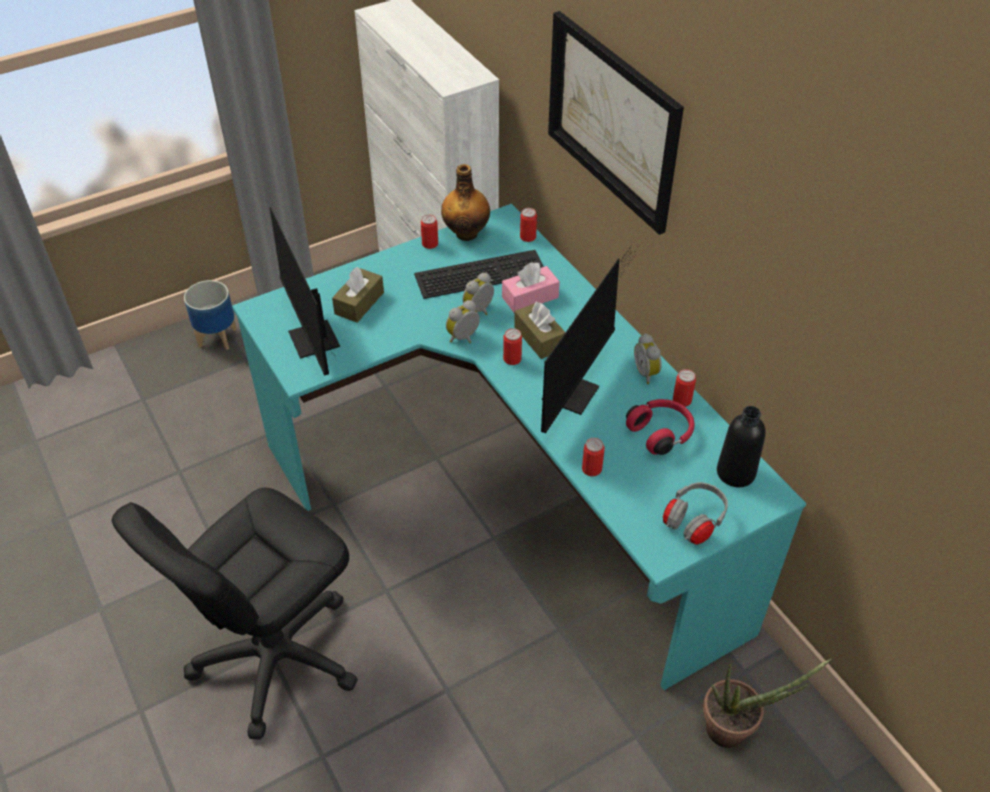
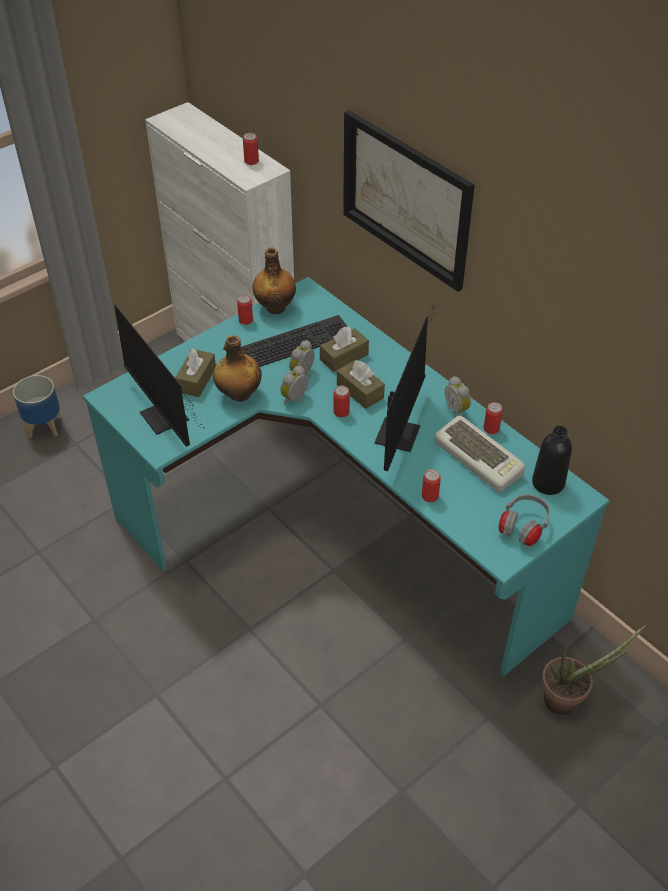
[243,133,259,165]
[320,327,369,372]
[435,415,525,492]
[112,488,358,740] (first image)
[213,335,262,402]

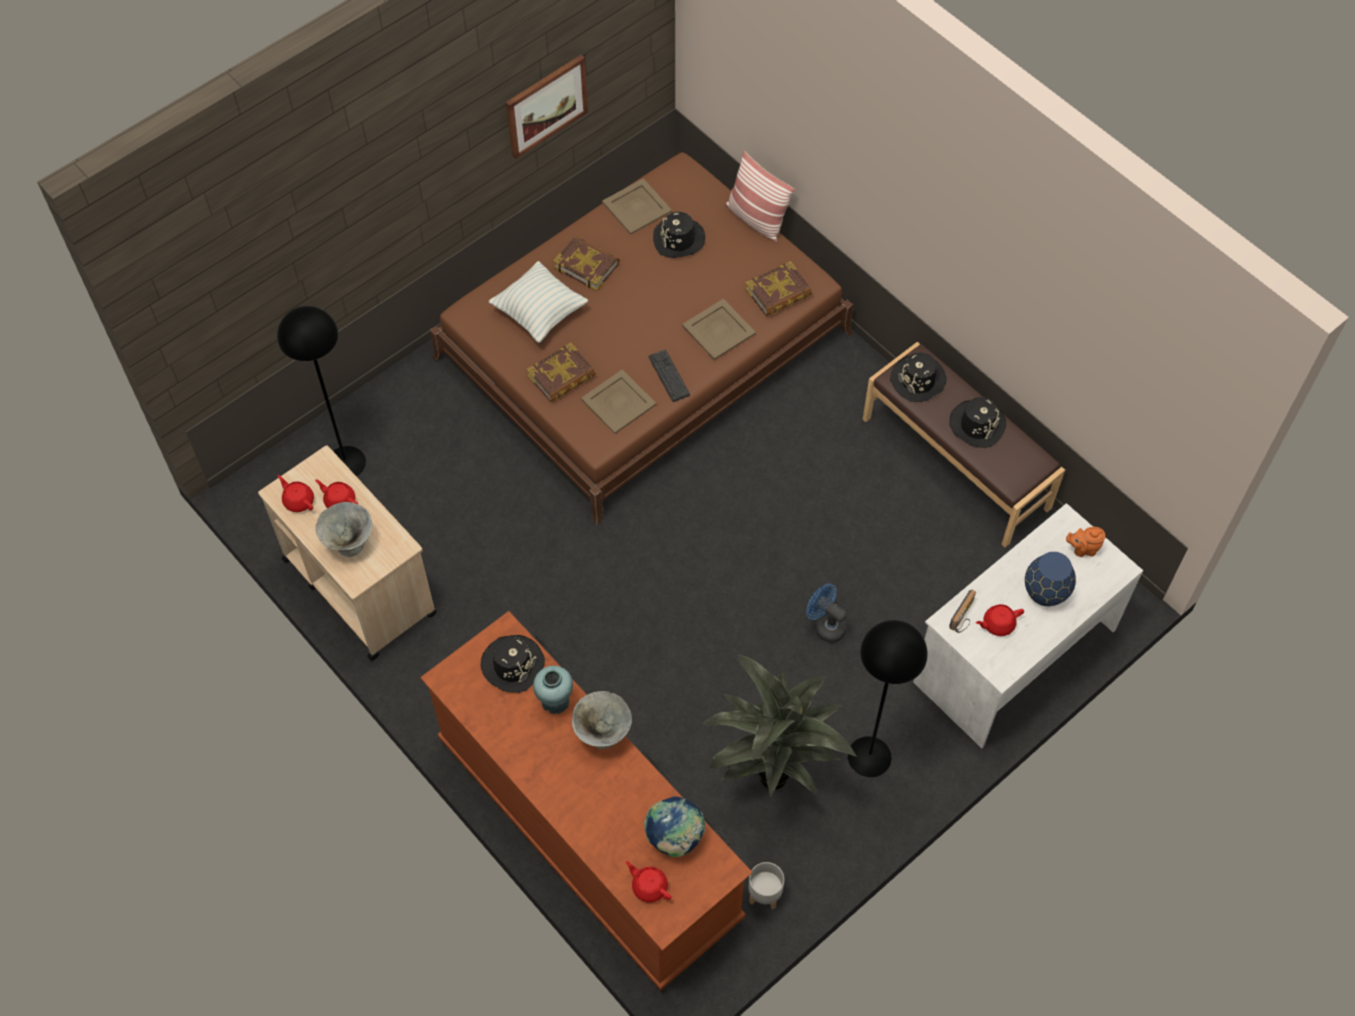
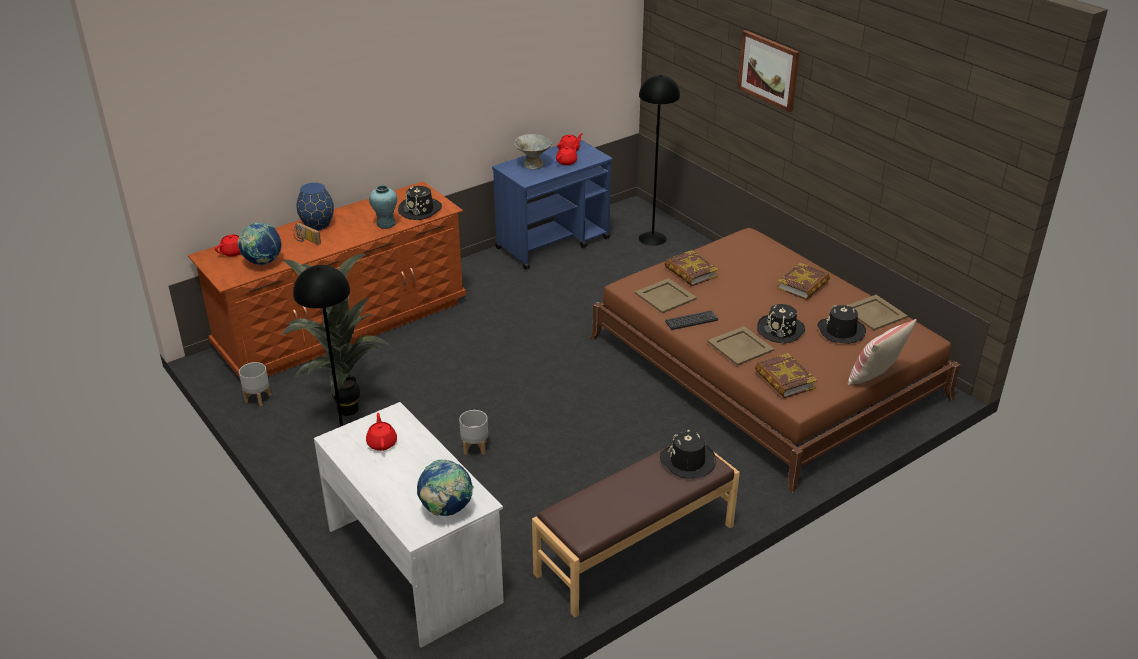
[737,30,800,112]
[489,261,588,343] (first image)
[757,304,805,343]
[492,140,613,270]
[417,460,474,516]
[296,183,334,230]
[459,410,488,455]
[293,222,321,245]
[572,691,632,749] (first image)

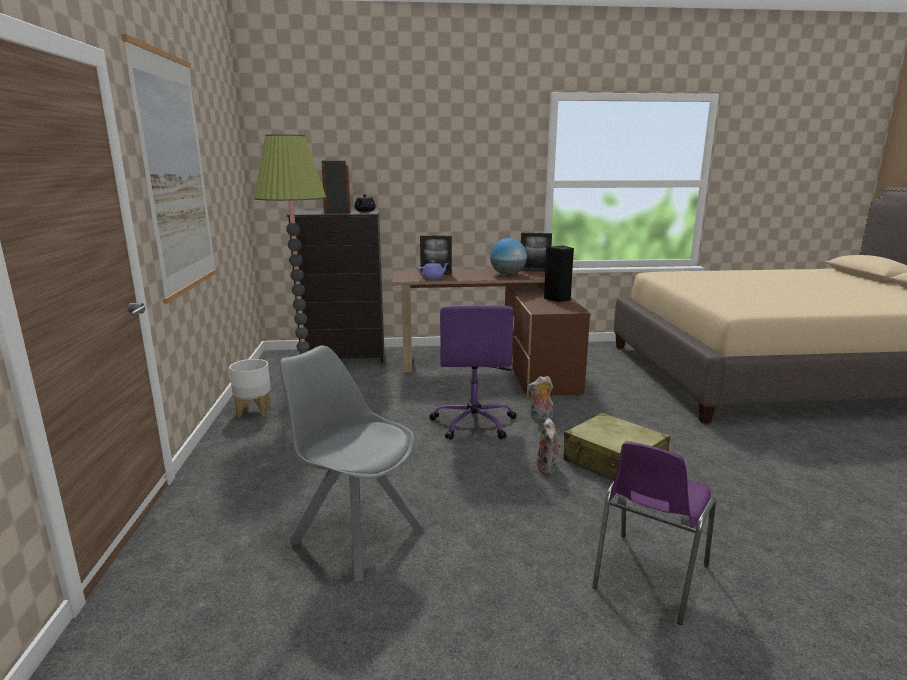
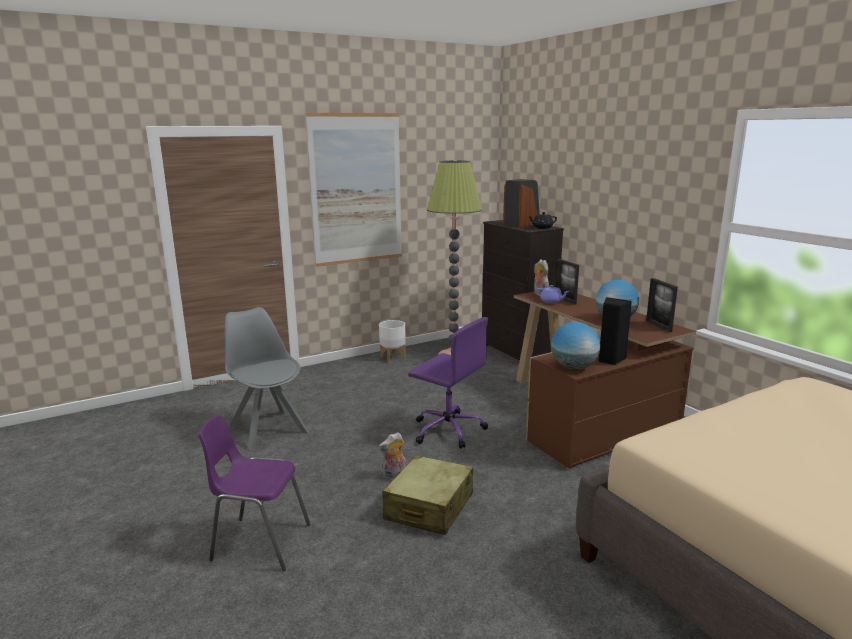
[408,317,488,449]
[225,307,309,450]
[534,259,549,295]
[551,322,600,370]

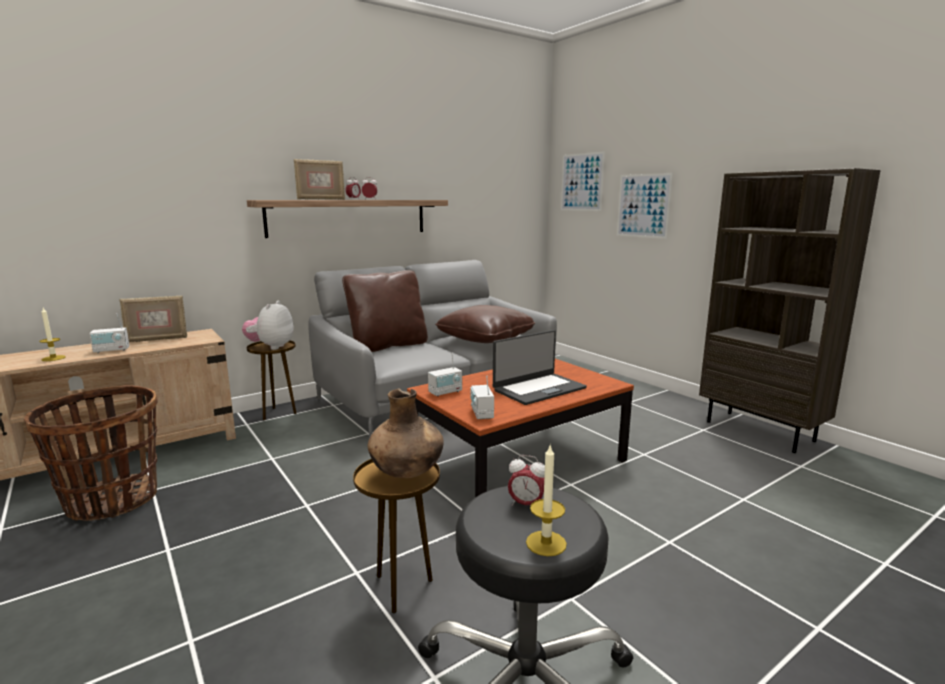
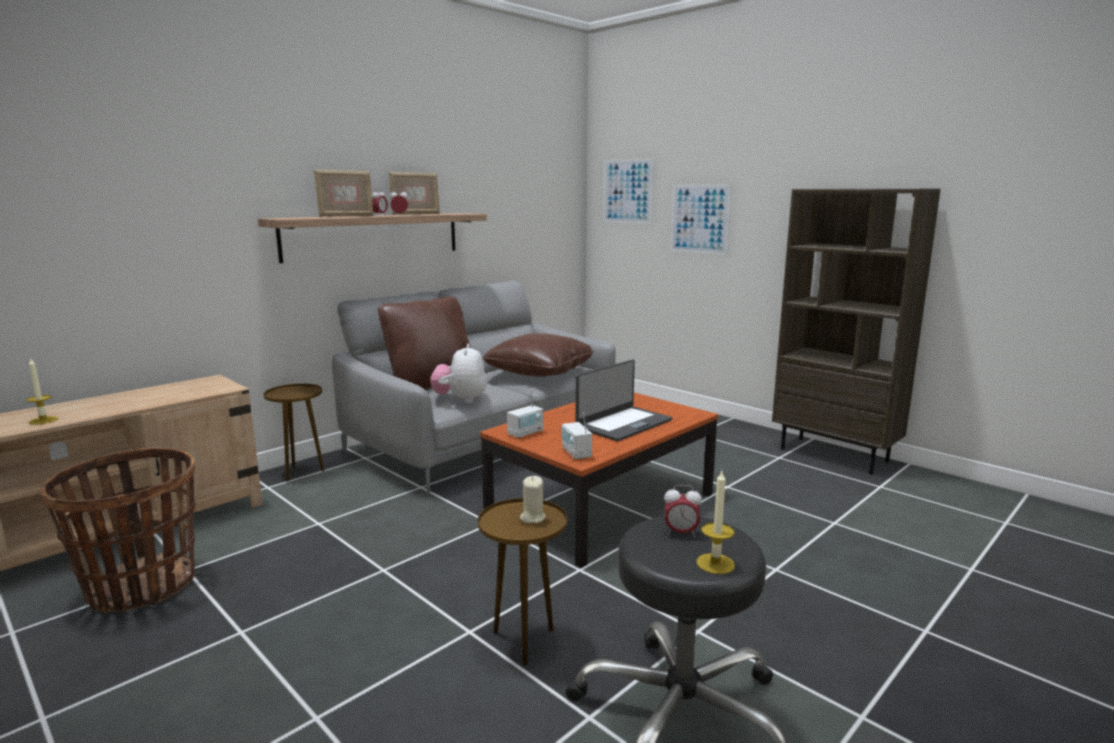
[389,172,440,214]
[430,344,487,403]
[89,313,130,353] (first image)
[520,476,546,523]

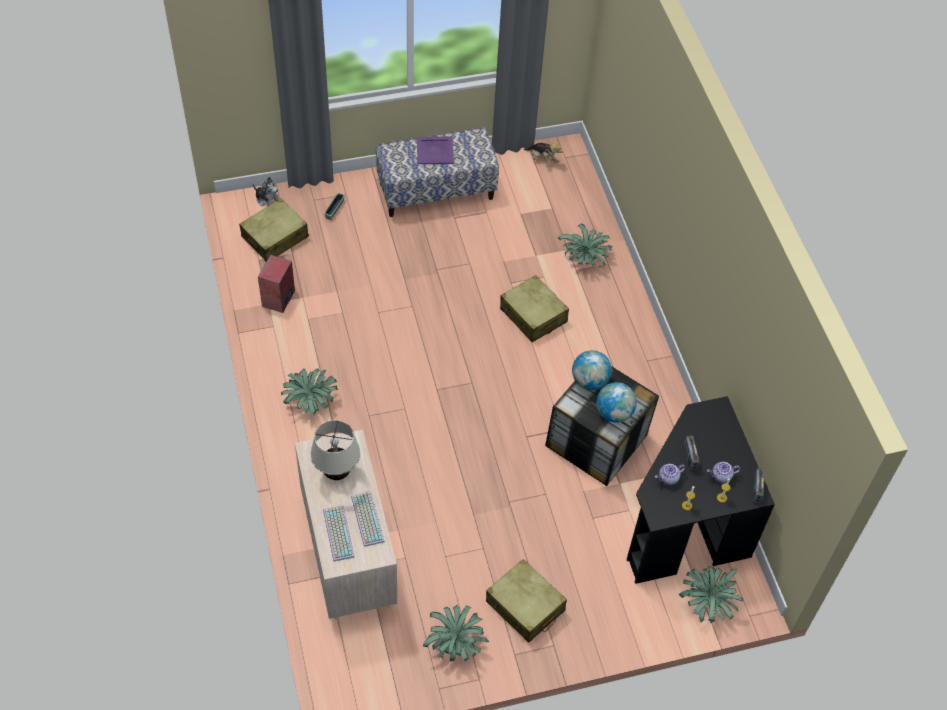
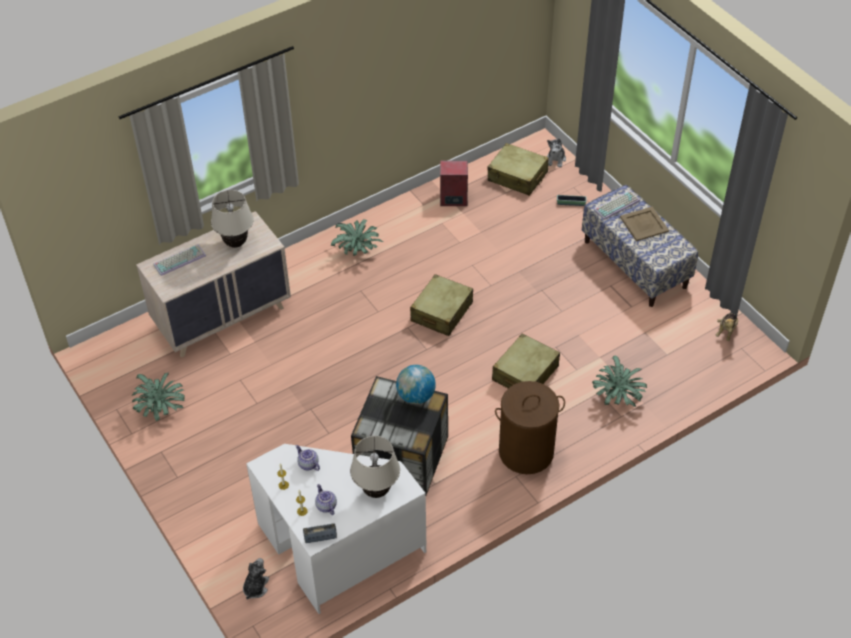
[620,207,669,241]
[596,382,637,423] (first image)
[246,444,426,614]
[684,436,699,471] (first image)
[594,191,640,220]
[410,274,473,336]
[243,558,269,600]
[495,381,565,474]
[350,436,400,498]

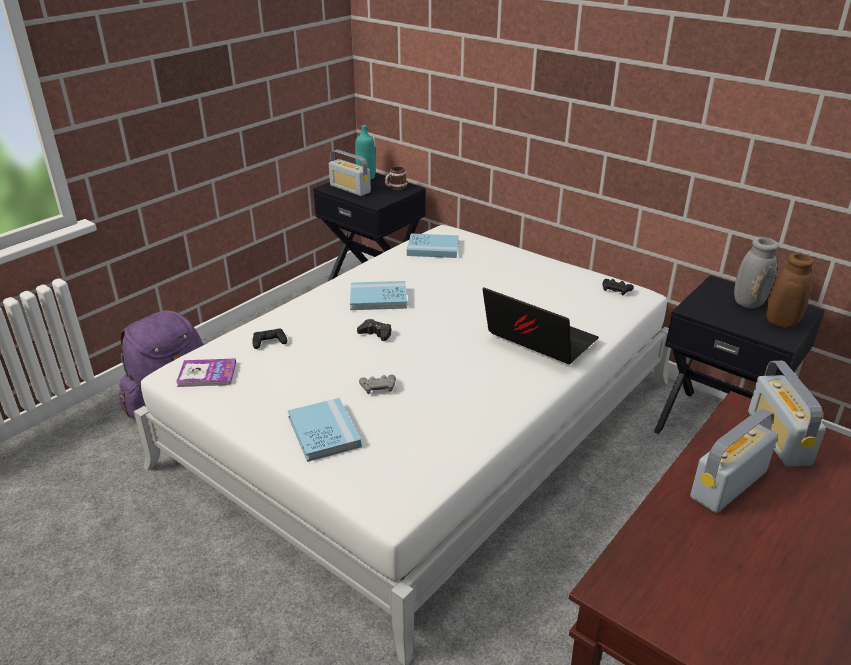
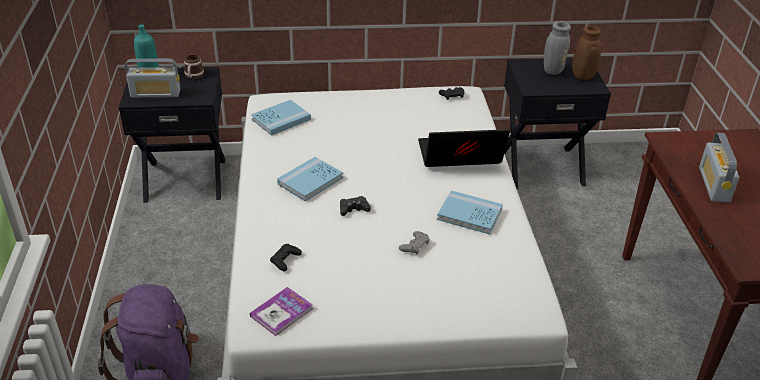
[748,361,826,467] (first image)
[437,190,503,235]

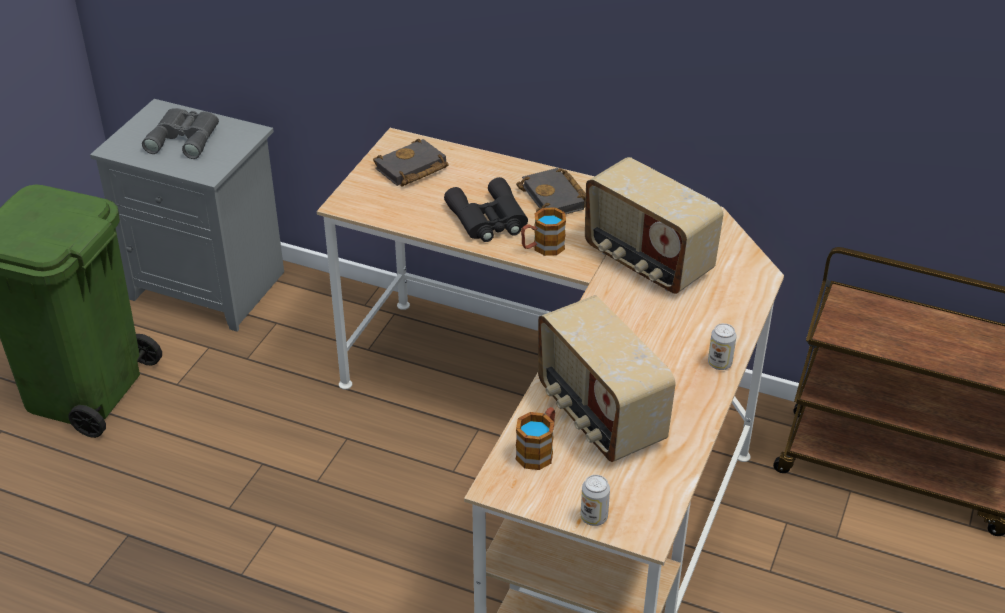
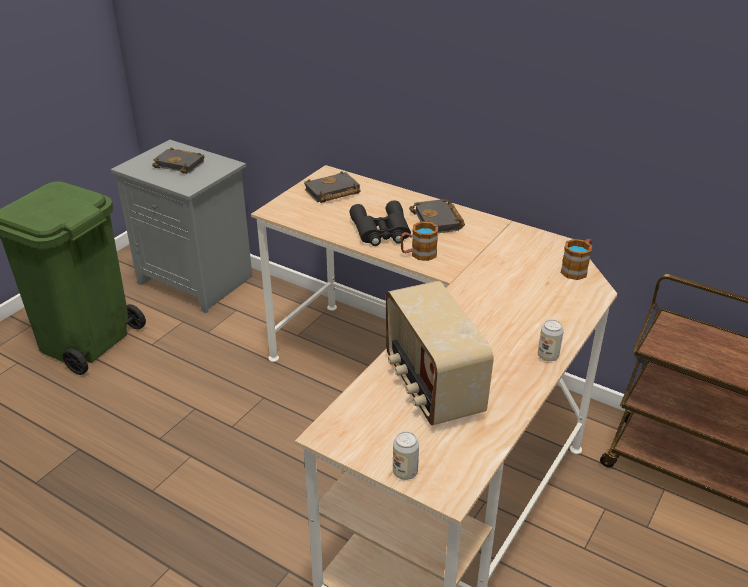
[152,148,205,174]
[585,157,724,294] (first image)
[560,239,592,280]

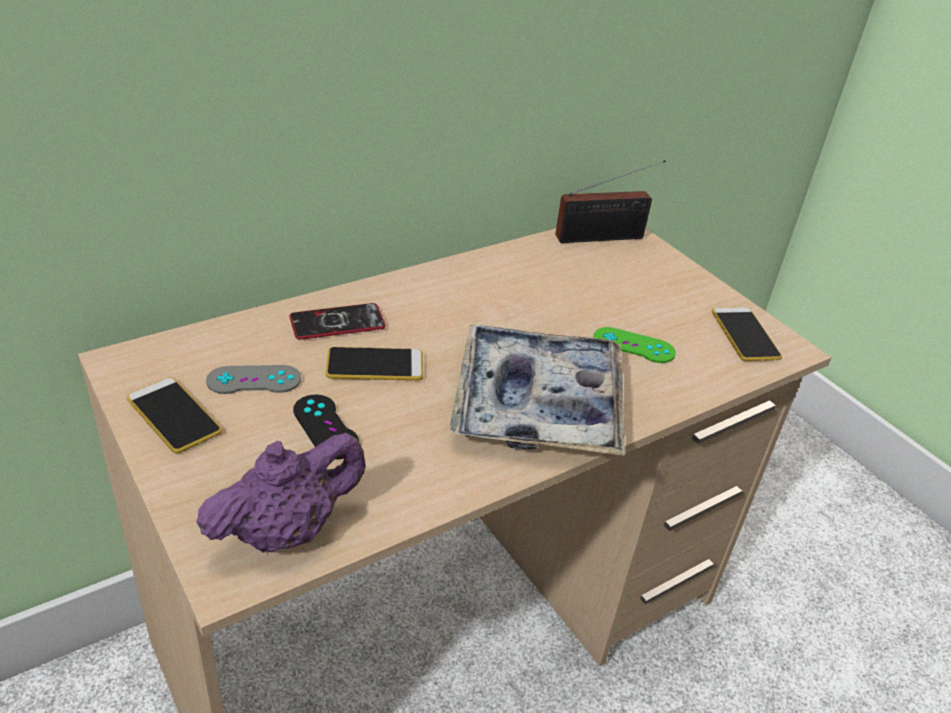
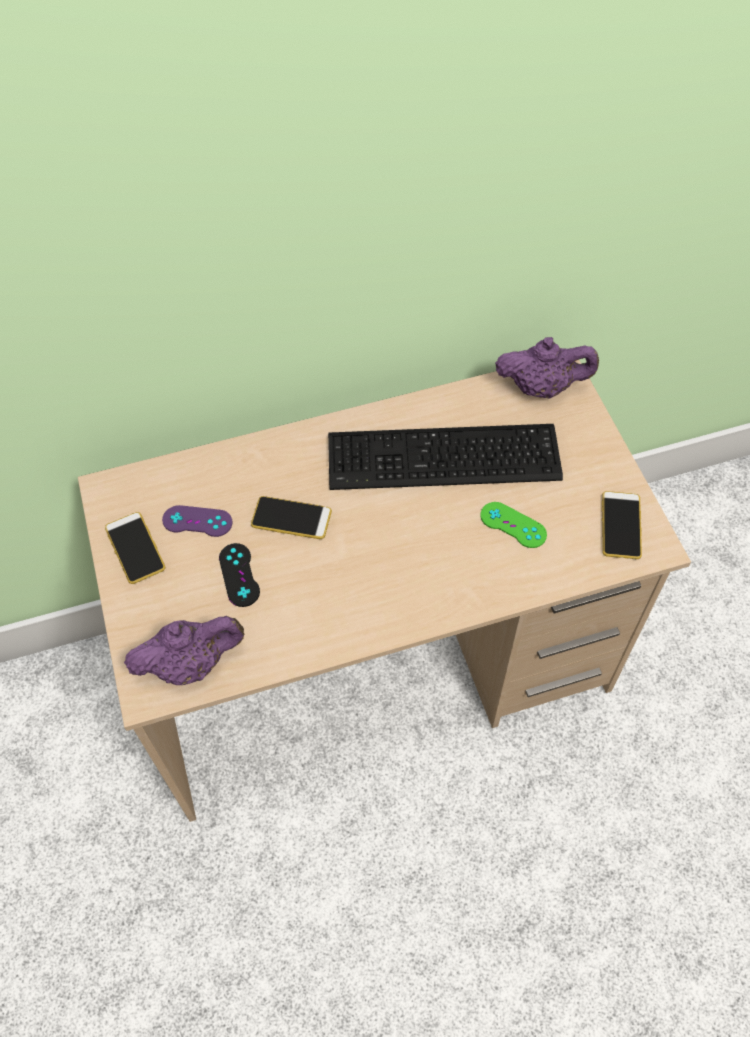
[495,337,599,399]
[289,303,386,340] (first image)
[450,325,625,455] (first image)
[162,505,233,537]
[328,424,563,490]

